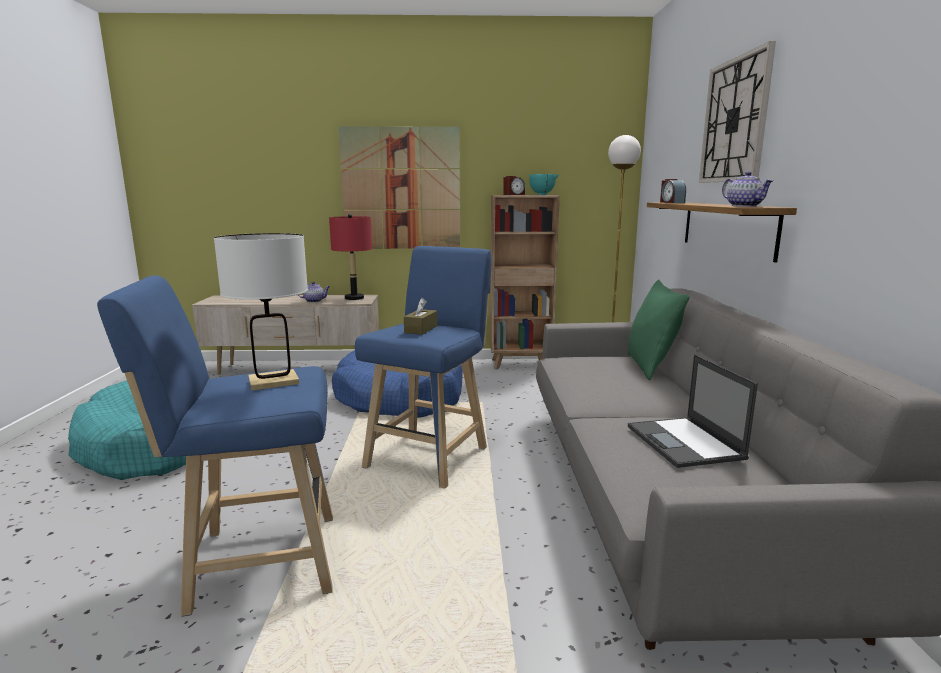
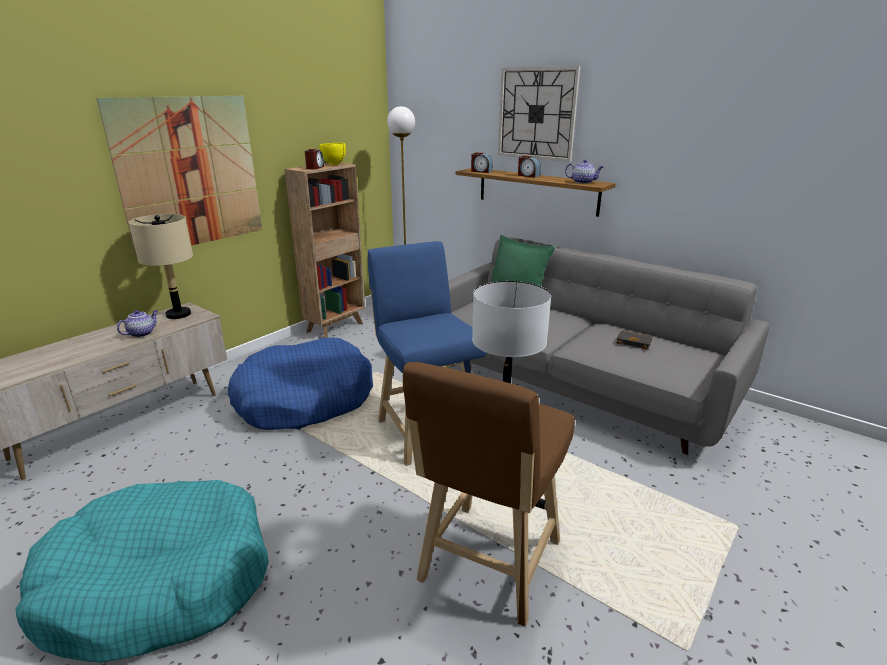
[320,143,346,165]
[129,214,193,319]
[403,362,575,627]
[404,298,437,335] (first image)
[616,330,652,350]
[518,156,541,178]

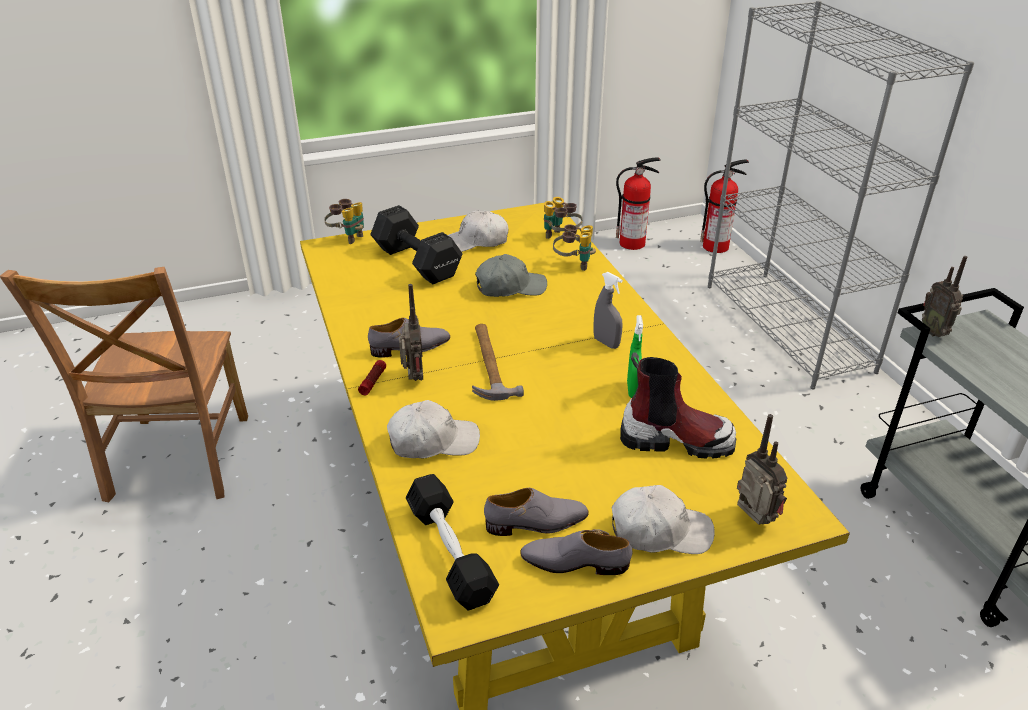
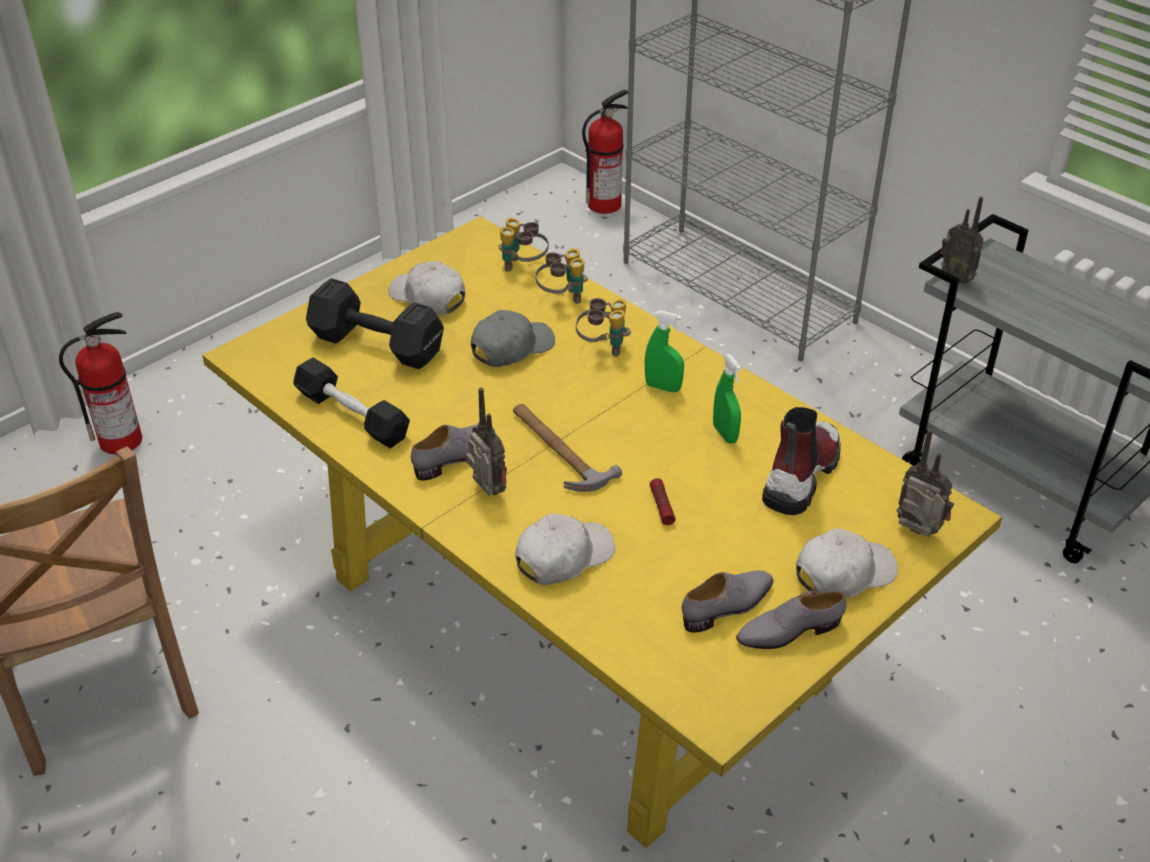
[59,312,142,454]
[576,298,631,357]
[388,261,465,315]
[645,310,684,392]
[762,407,841,515]
[650,478,676,525]
[294,358,410,448]

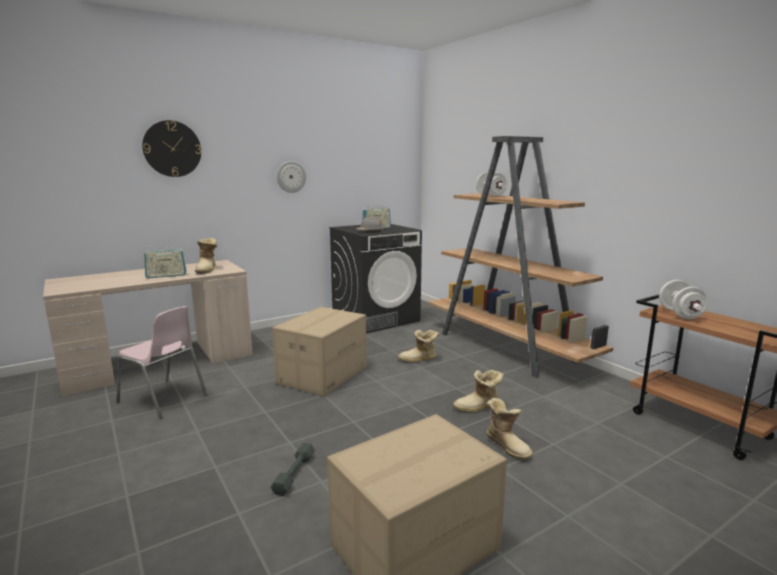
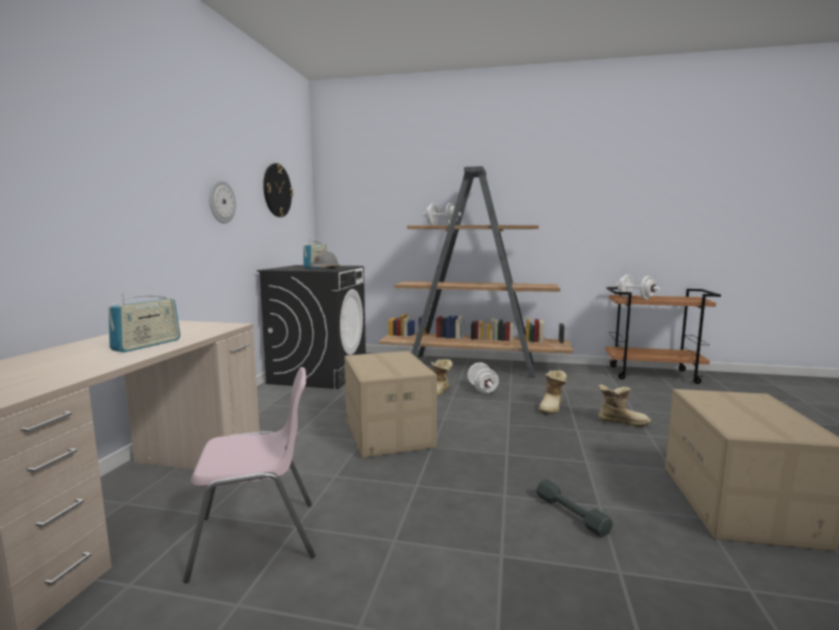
[263,163,293,217]
[195,238,218,274] (first image)
[467,363,499,393]

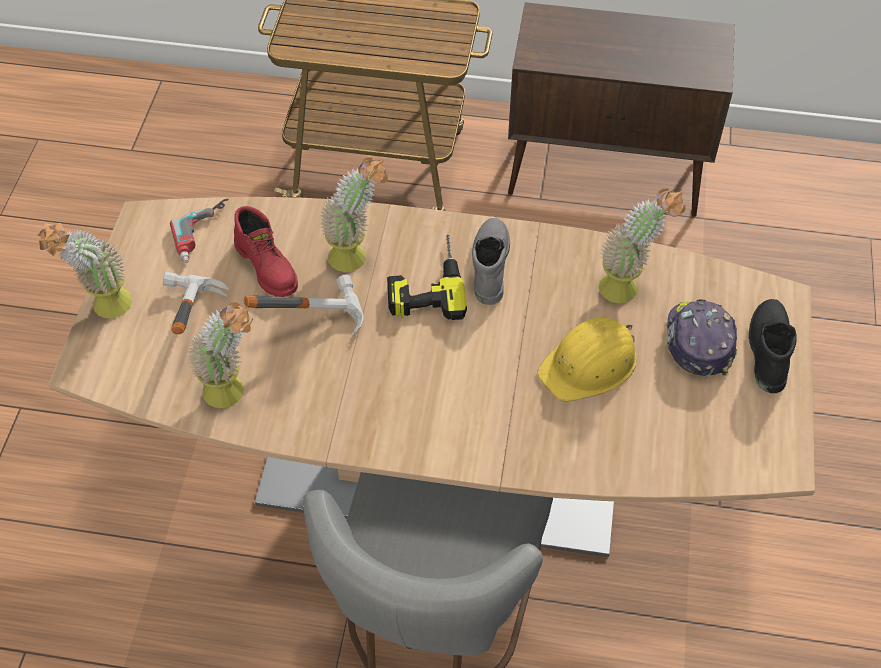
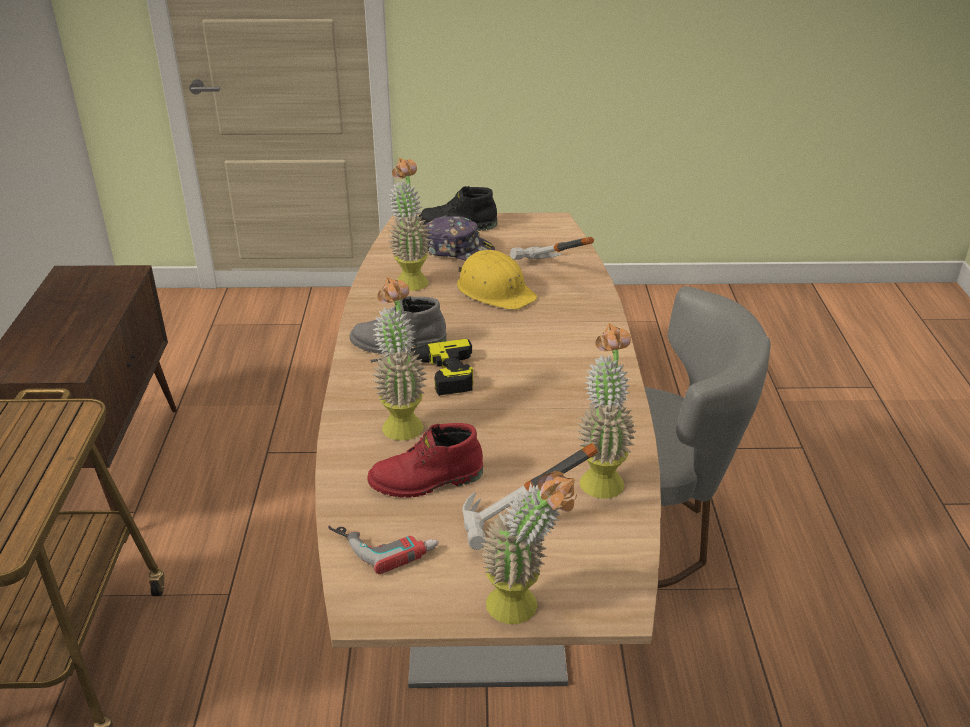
[367,423,483,498]
[510,237,594,260]
[424,215,495,261]

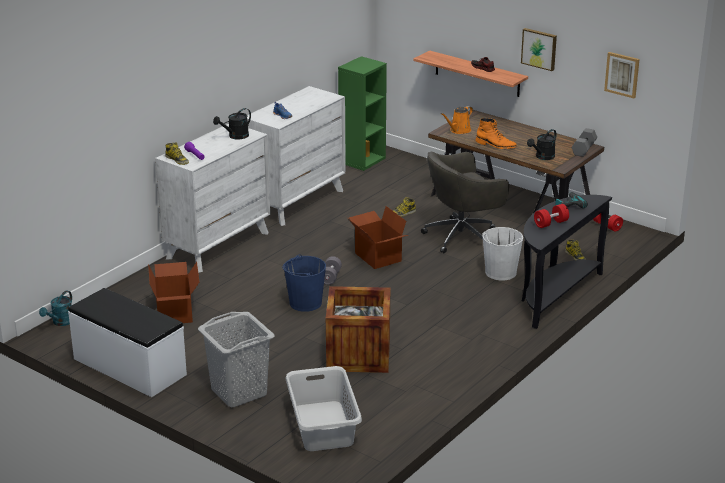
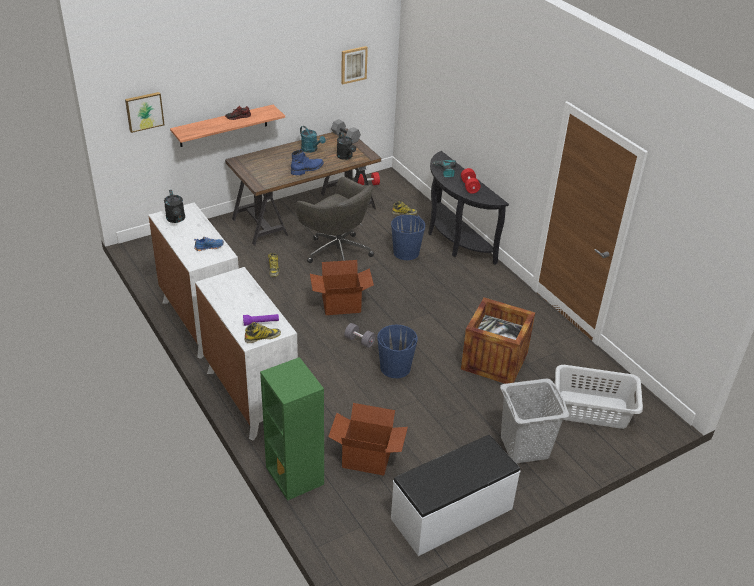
[125,92,165,133]
[260,357,324,501]
[441,106,473,134] (first image)
[164,190,185,223]
[291,149,324,175]
[296,177,374,263]
[391,215,425,260]
[300,126,326,153]

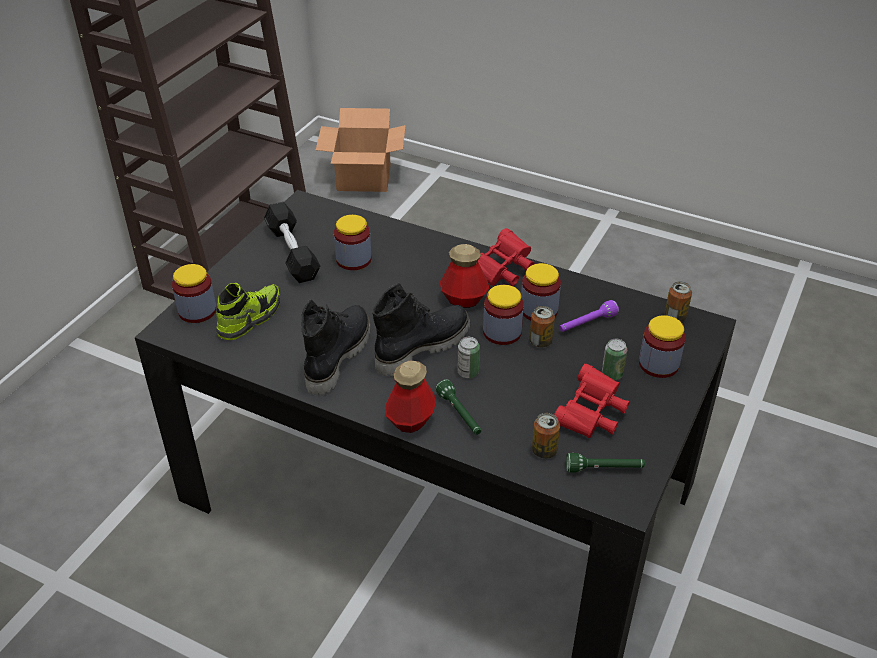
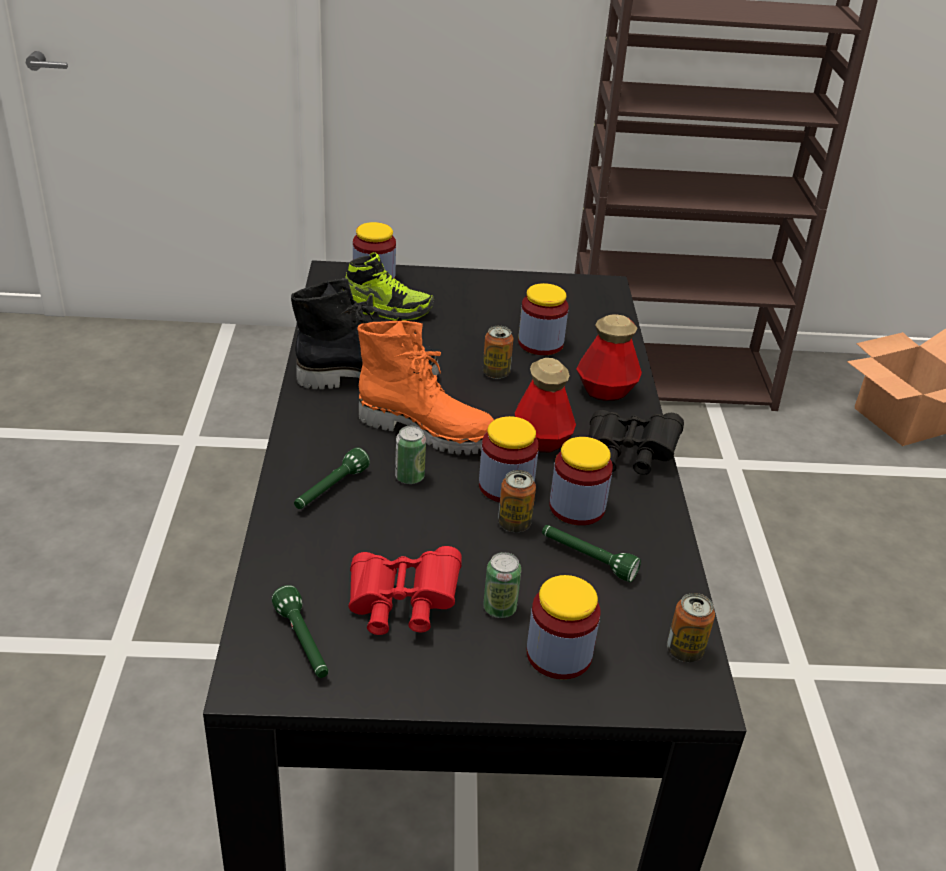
[264,202,320,283] (first image)
[589,410,684,475]
[357,321,494,455]
[542,525,641,582]
[576,314,642,401]
[483,326,513,379]

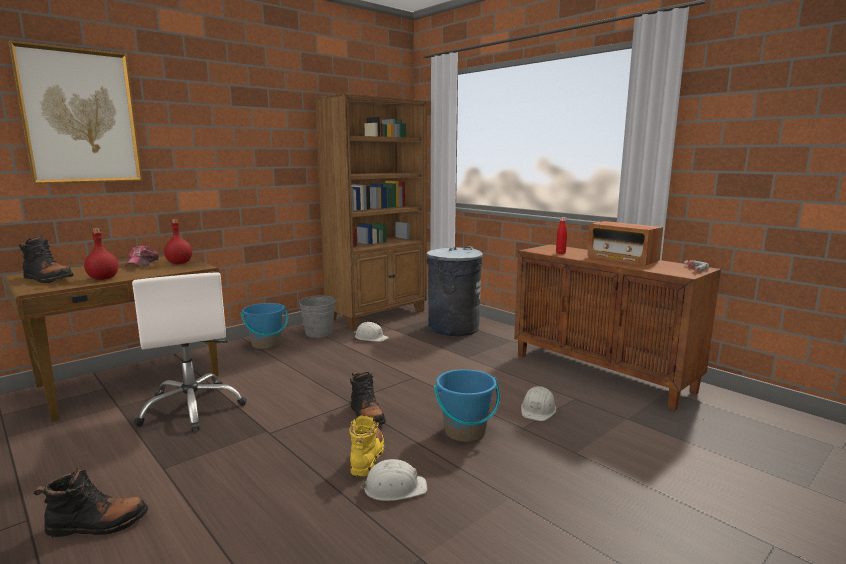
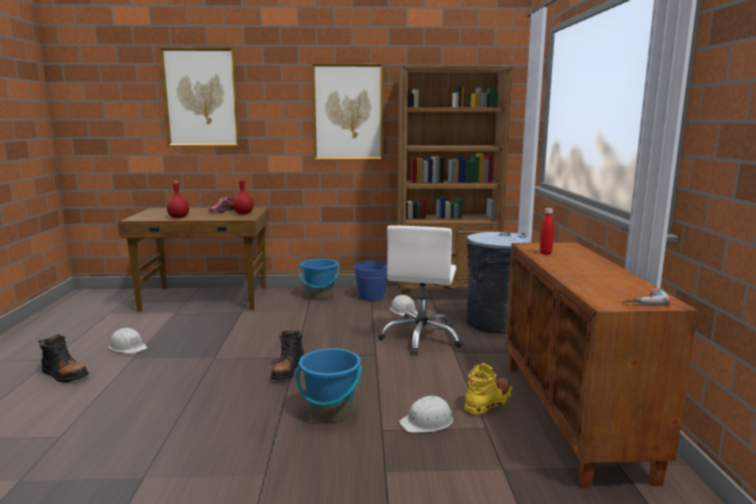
[587,221,663,266] (first image)
[19,236,74,283] (first image)
[378,226,463,355]
[354,261,387,301]
[464,362,512,415]
[109,328,147,354]
[311,63,383,160]

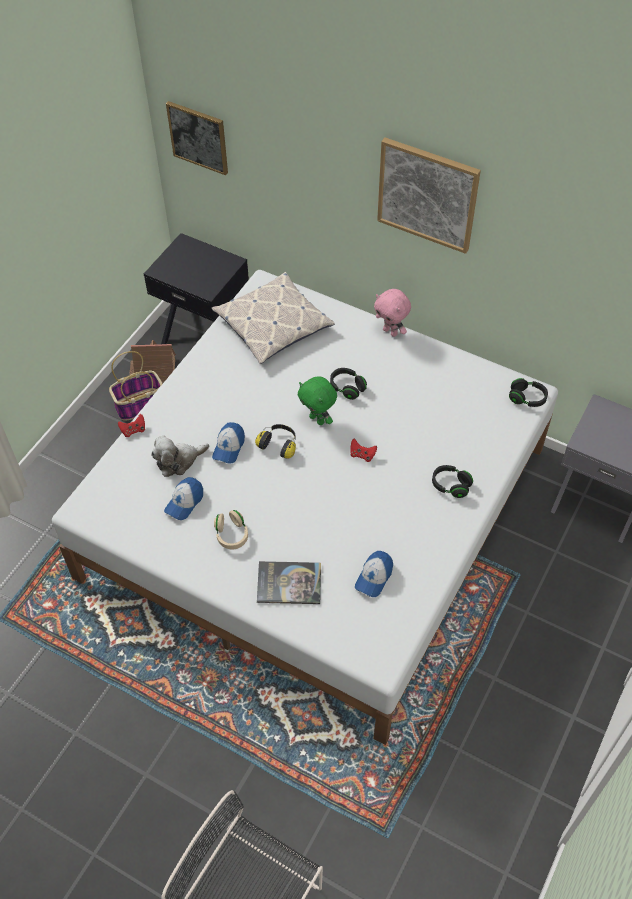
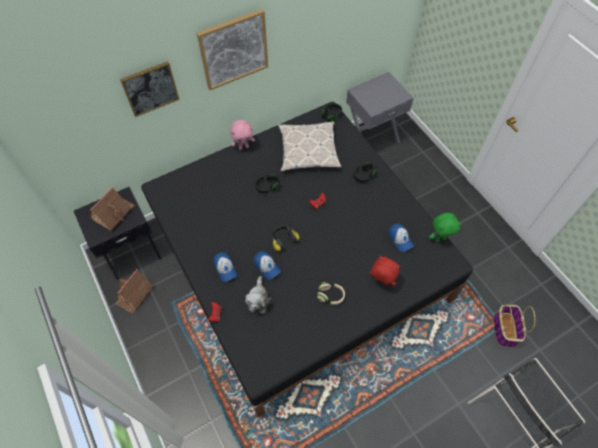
[120,61,179,117]
[141,102,473,417]
[278,122,341,171]
[494,304,535,347]
[429,213,462,242]
[214,252,237,282]
[370,256,401,287]
[90,187,134,231]

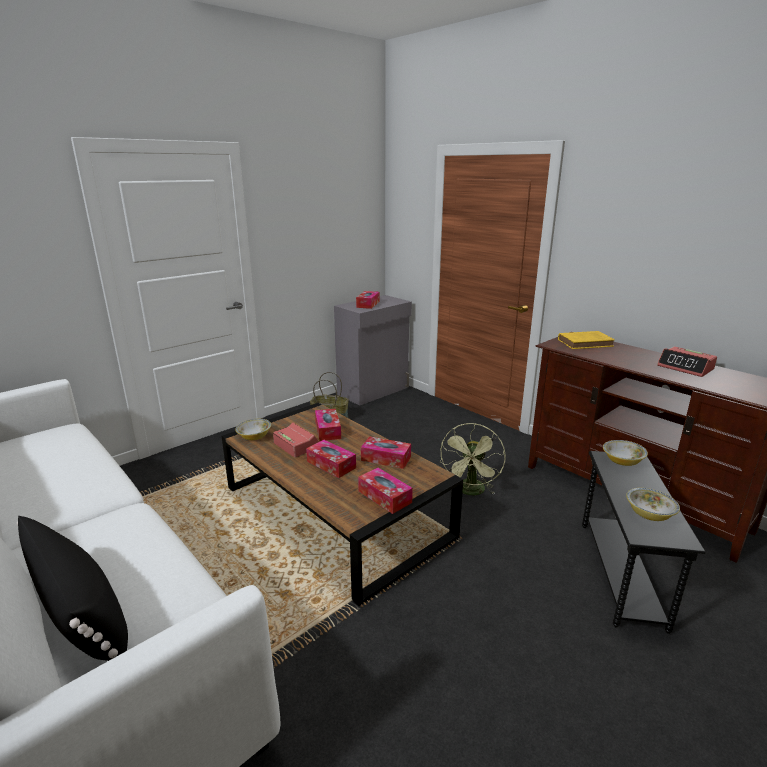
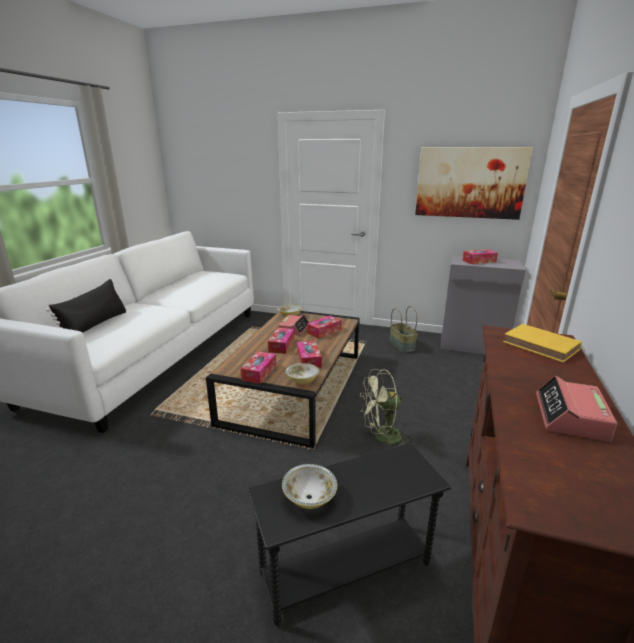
[286,363,320,384]
[415,147,533,220]

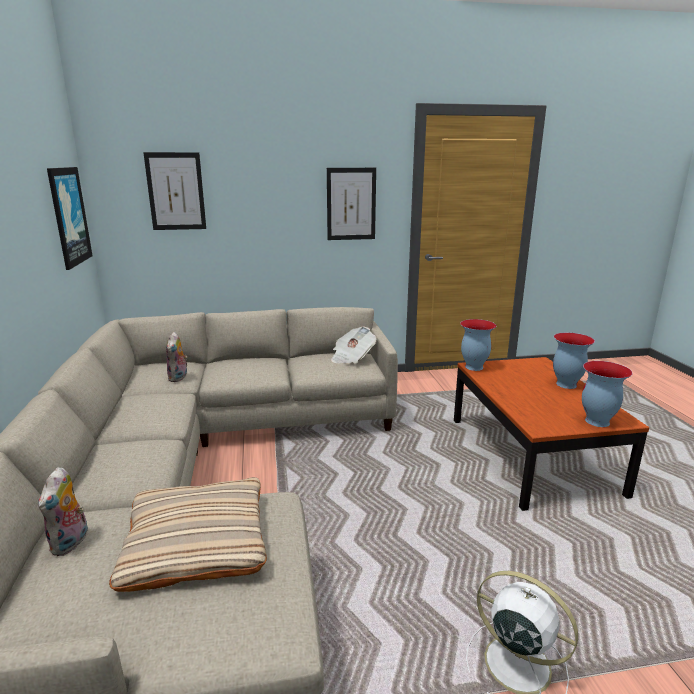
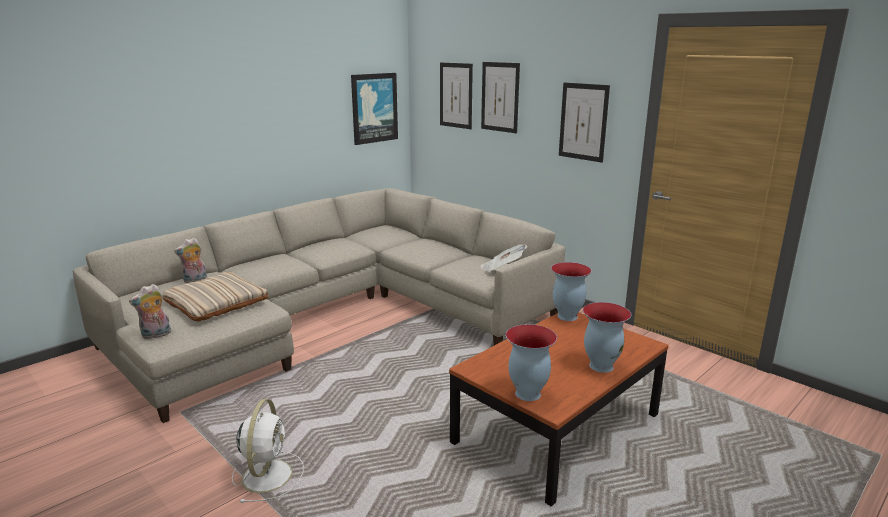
[129,284,171,339]
[481,62,520,133]

